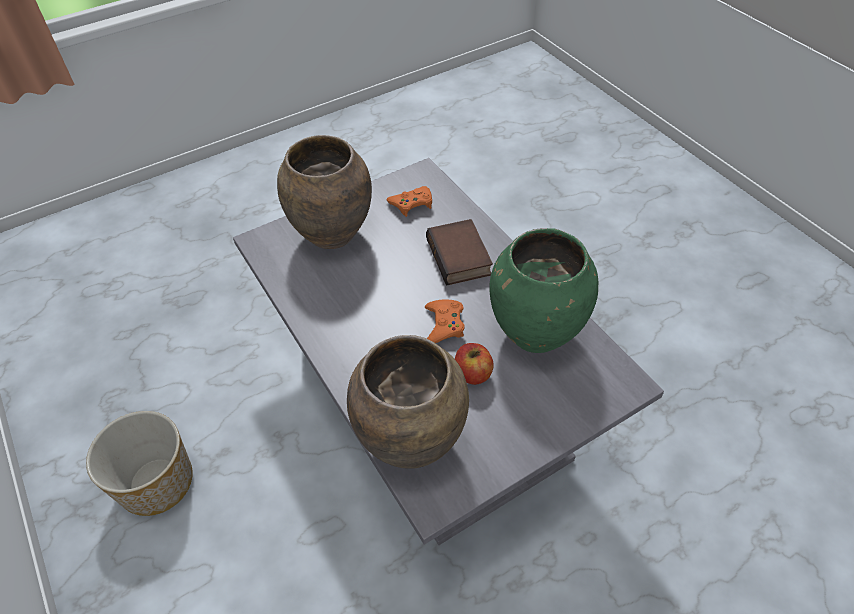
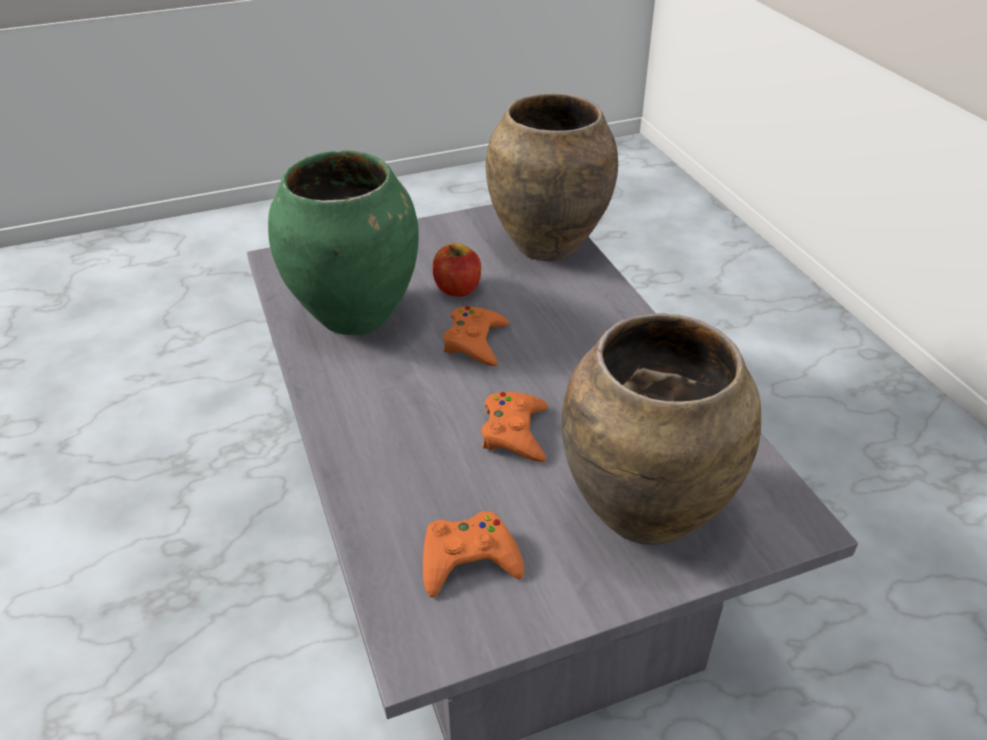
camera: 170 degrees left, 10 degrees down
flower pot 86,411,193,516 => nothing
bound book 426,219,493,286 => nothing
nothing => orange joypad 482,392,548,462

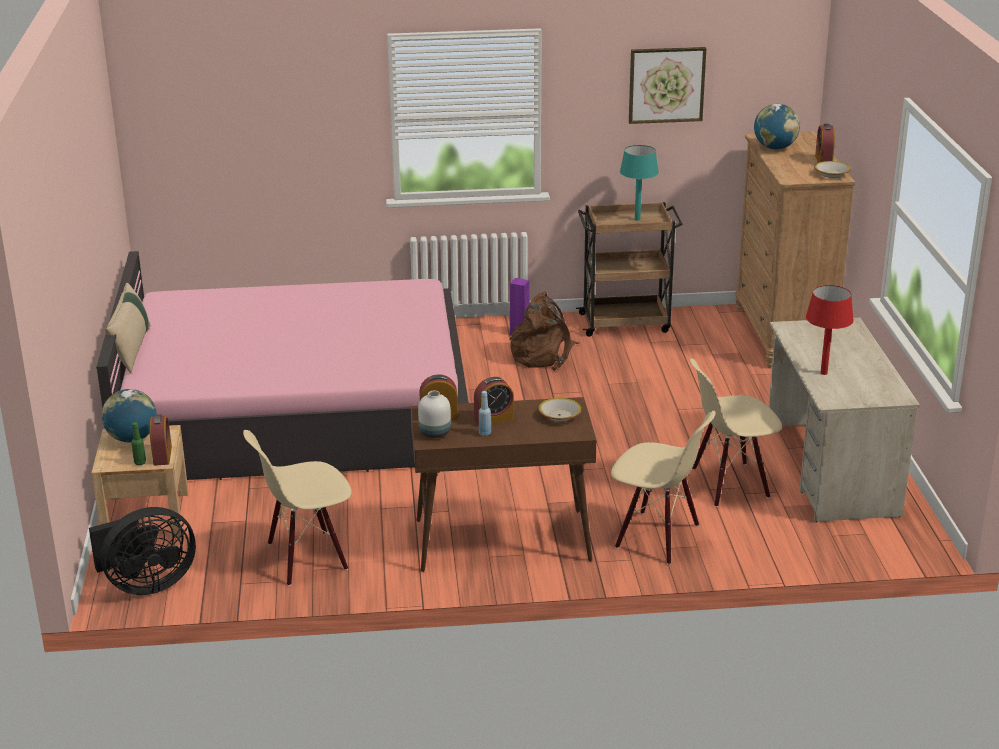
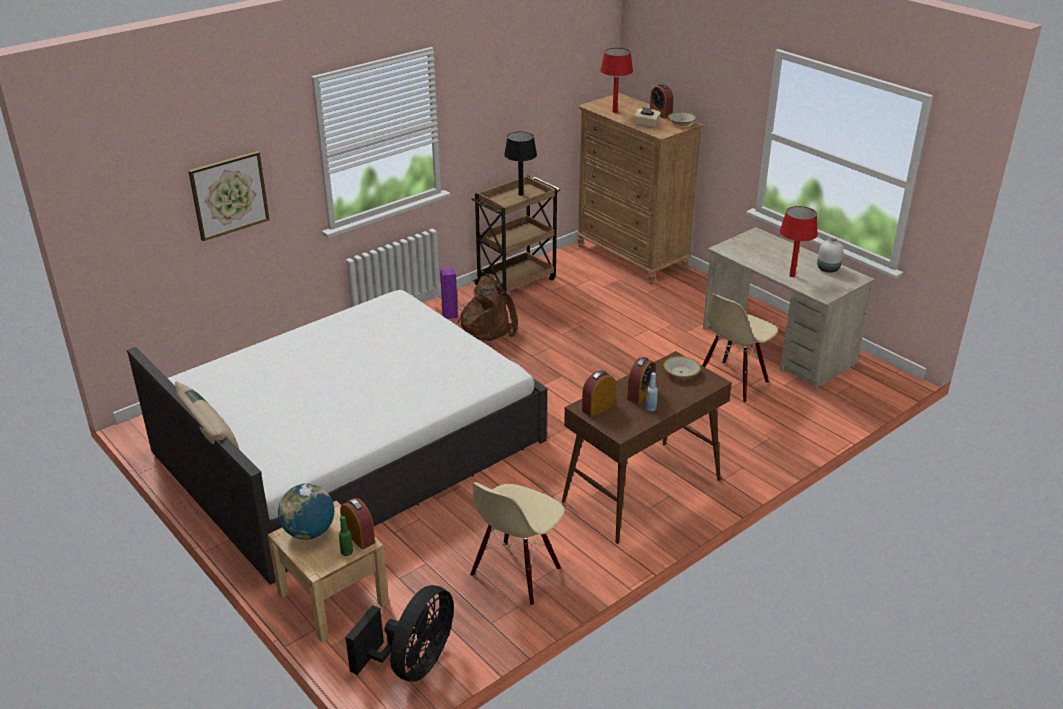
camera: 35 degrees left, 5 degrees up
pinkish sleeping bed 96,251,469,480 => white sleeping bed 127,290,548,585
white vase 418,391,451,438 => white vase 817,238,844,273, move
beige upright chair 611,411,716,565 => nothing
turquoise-coloured tabletop lamp 620,145,659,221 => blackish tabletop lamp 504,132,537,196
picture 629,47,706,124 => picture 188,151,270,241, move
desk globe 754,104,800,149 => reddish tabletop lamp 600,48,633,113
nothing => beige box of tissues 634,107,661,128

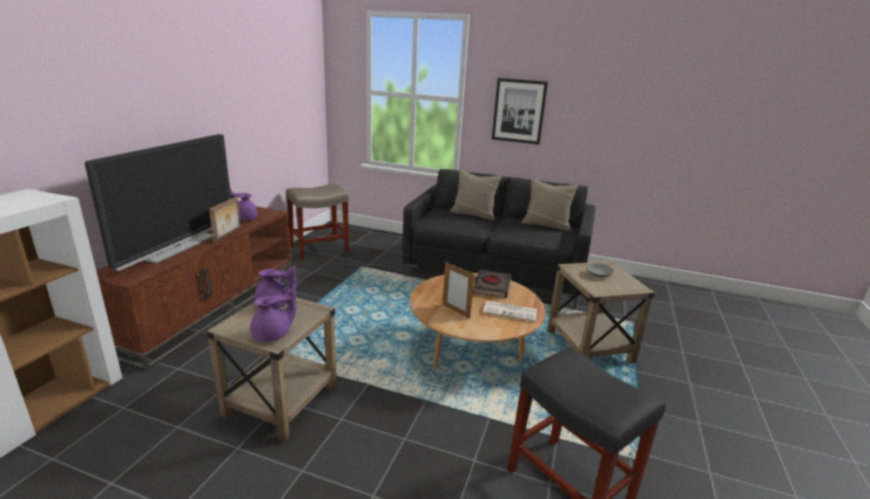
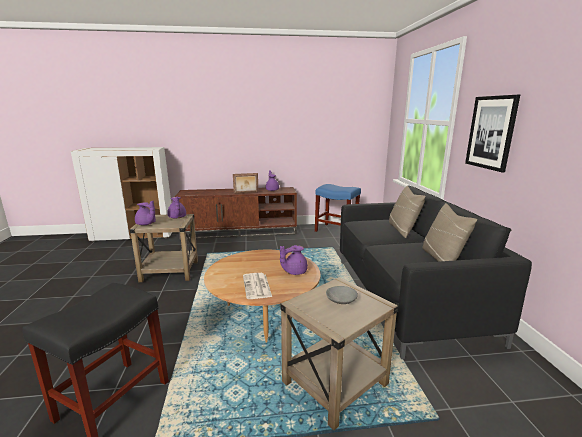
camera: 65 degrees right, 5 degrees down
TV 85,134,231,271 => nothing
beige sitting stool 286,184,349,260 => blue sitting stool 315,184,361,232
standing frame 442,262,474,319 => nothing
blackish bound book 473,269,511,298 => purplish teapot 280,245,308,275

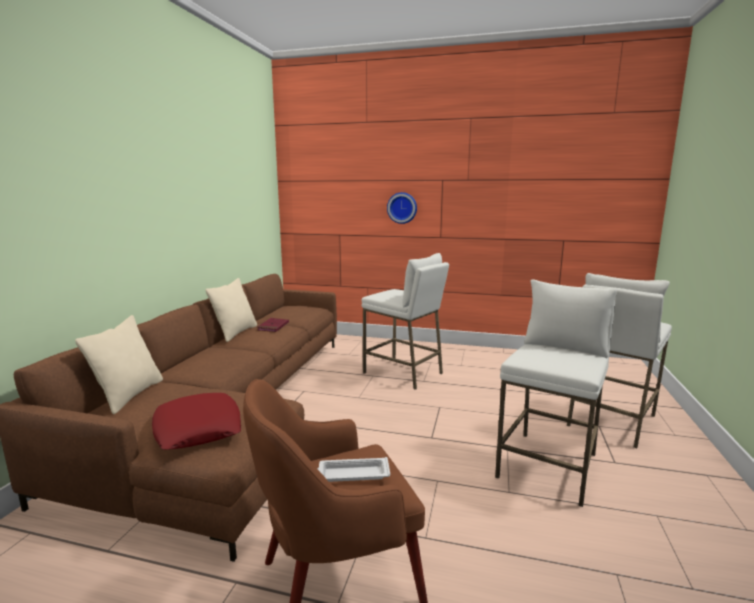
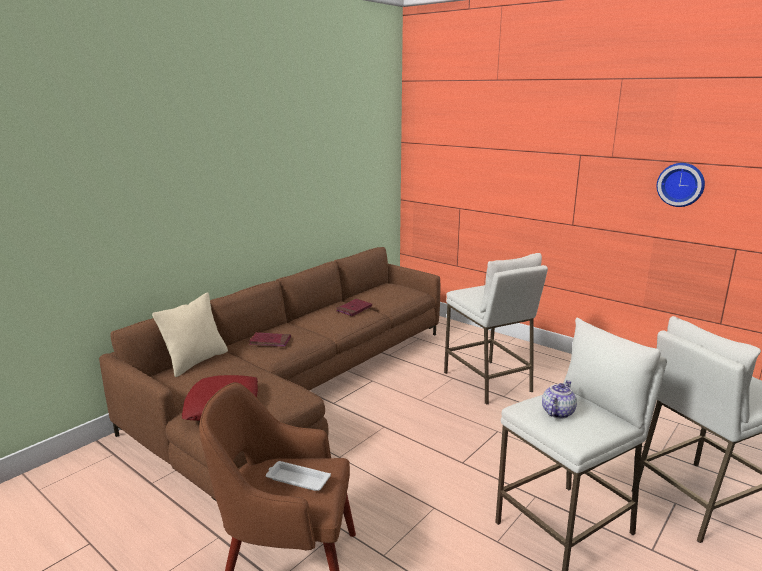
camera: 25 degrees right, 5 degrees up
beige throw pillow 205,278,257,342 => nothing
hanging clock 387,192,417,224 => hanging clock 657,163,705,207, move
nothing => reddish bound book 249,332,291,347
nothing => teapot 542,380,577,418

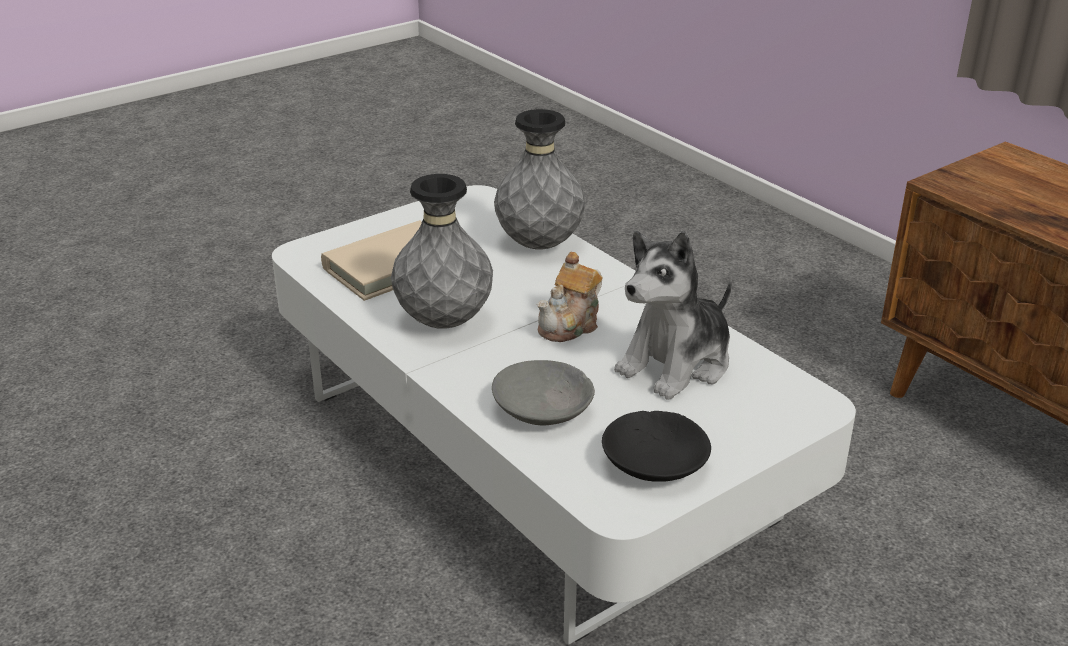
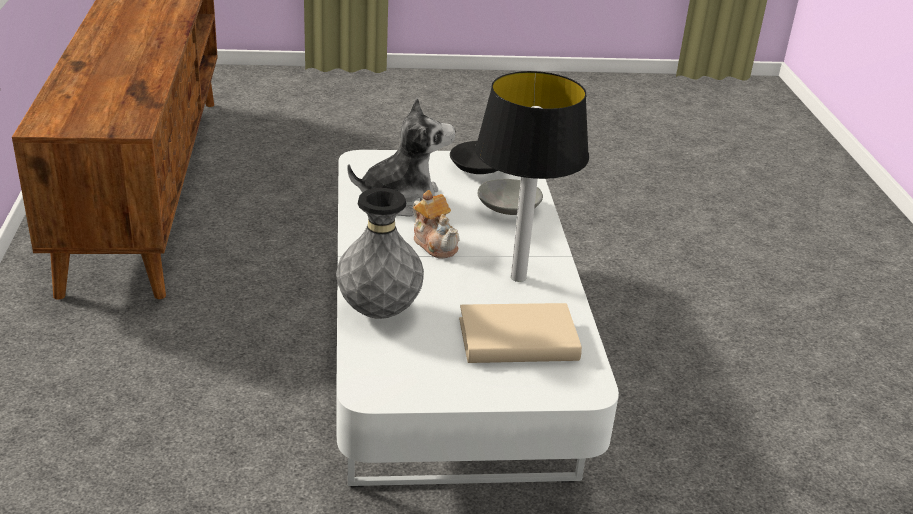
camera: 150 degrees left, 0 degrees up
gray vase 391,174,493,329 => tabletop lamp 475,71,589,282
teapot 537,252,602,342 => teapot 413,190,460,259, 75 degrees clockwise

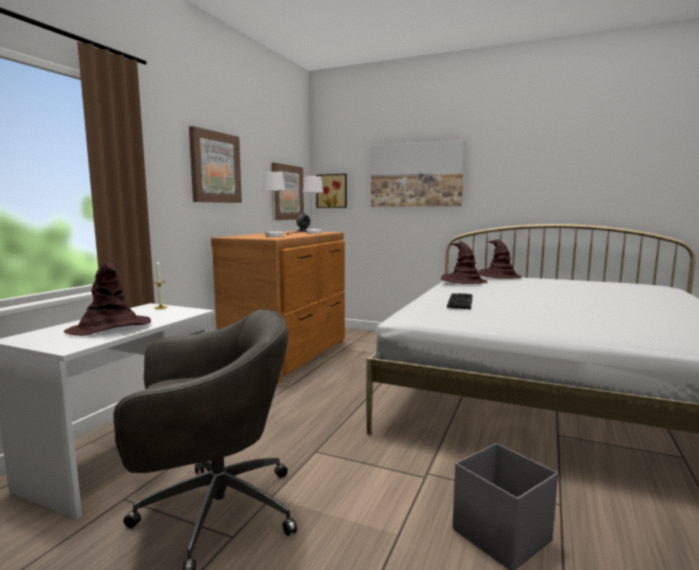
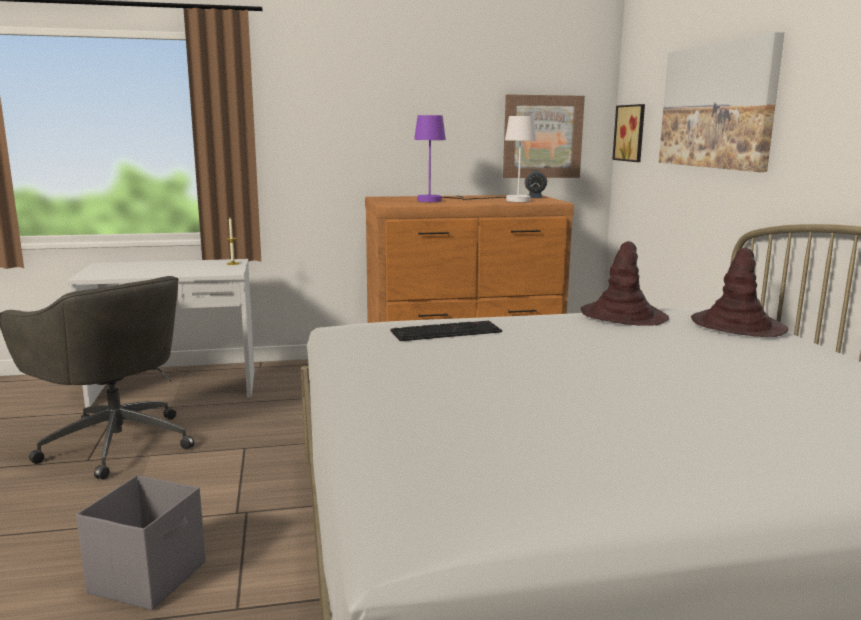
camera: 55 degrees right, 5 degrees up
brown-coloured clothing hat 64,262,151,336 => nothing
picture 189,126,242,203 => nothing
white tabletop lamp 262,172,285,237 => purplish tabletop lamp 414,115,464,202

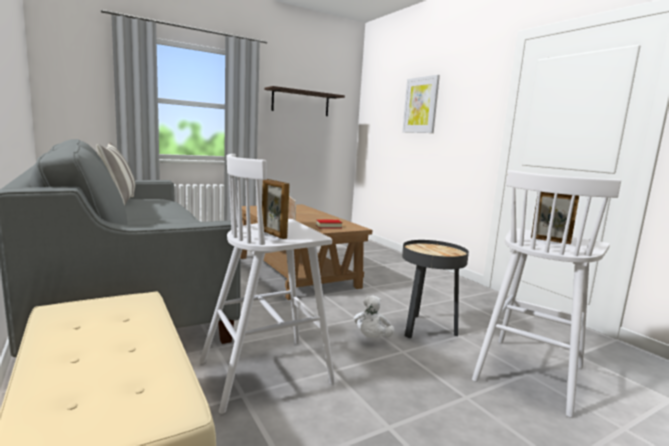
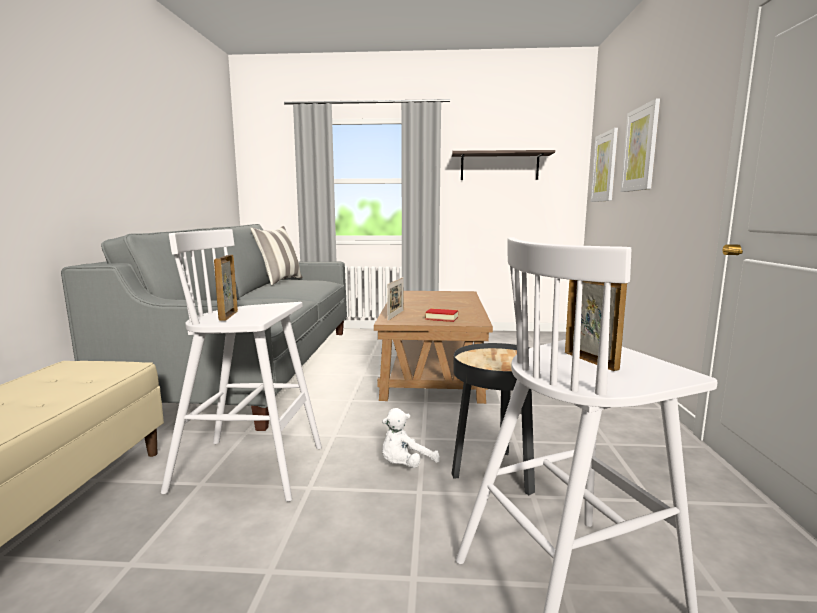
camera: 35 degrees right, 0 degrees up
nothing => picture 590,128,618,202

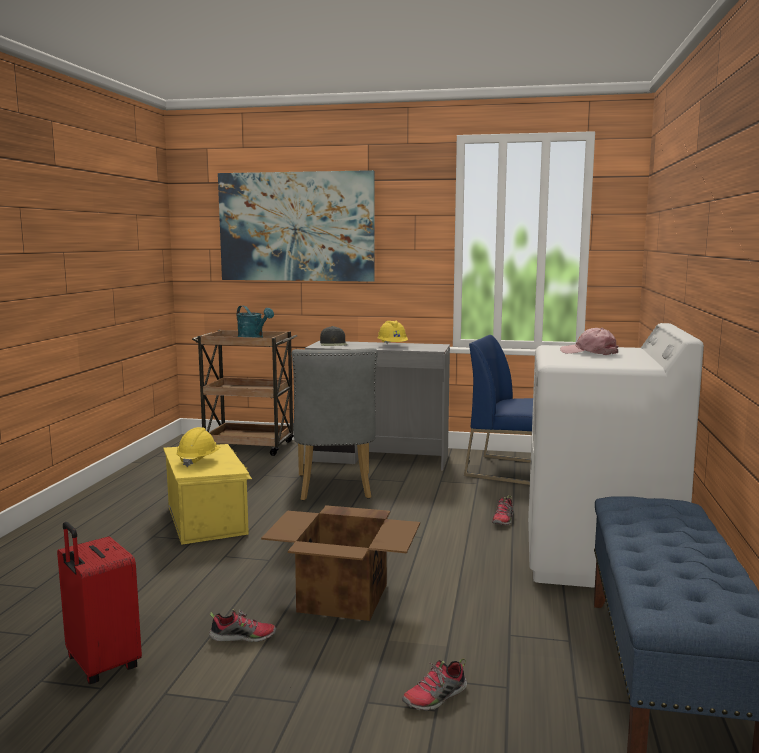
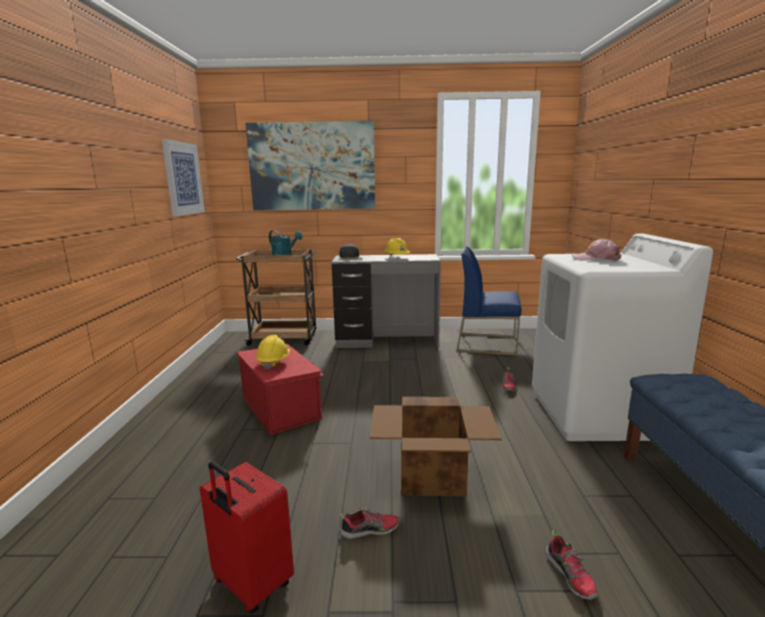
camera: 10 degrees left, 5 degrees up
yellow-coloured storage box 163,444,252,545 => reddish storage box 237,344,324,435
gray upright chair 292,348,377,501 => nothing
item of footwear 402,658,467,711 => item of footwear 545,530,599,600, 60 degrees counterclockwise
nothing => picture 162,139,205,216

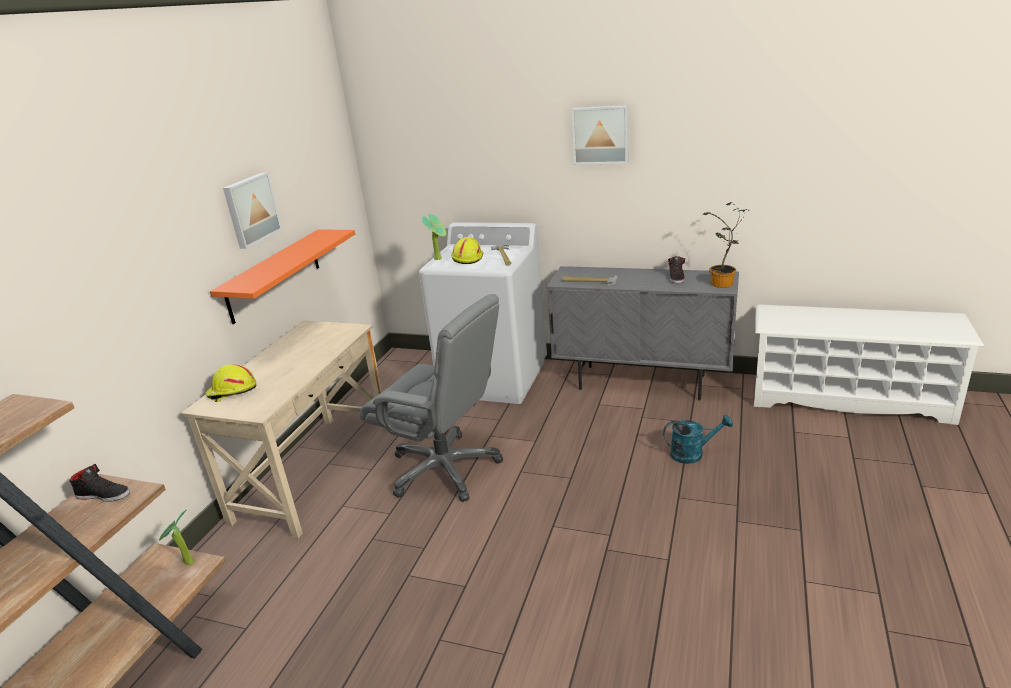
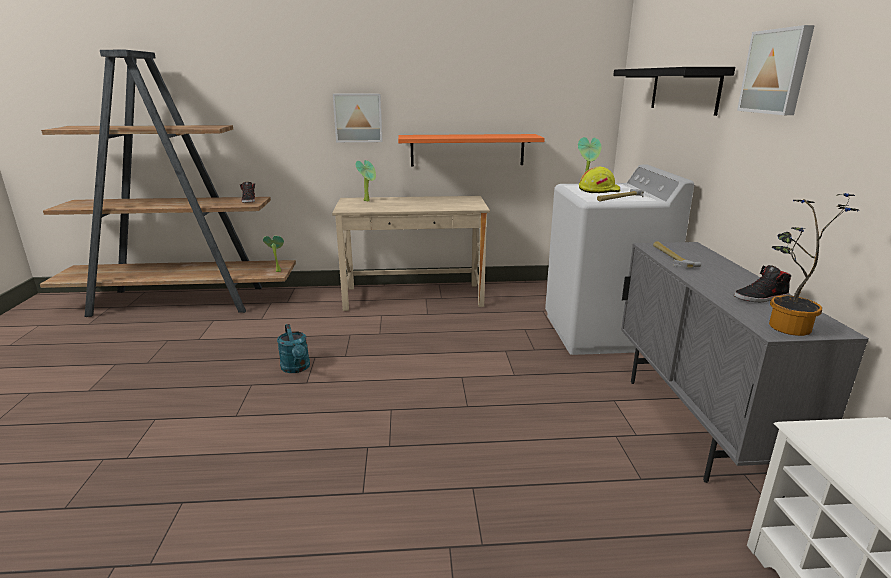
camera: 65 degrees right, 5 degrees down
yellow-coloured work helmet 205,364,256,402 => houseplant 356,160,376,202
picture 223,172,282,249 => picture 333,93,383,142, move
gray office chair 360,294,503,502 => nothing
turquoise-coloured sprinkling can 663,415,733,464 => turquoise-coloured sprinkling can 277,324,310,373, move
nothing => blackish bracket shelf 613,67,735,116

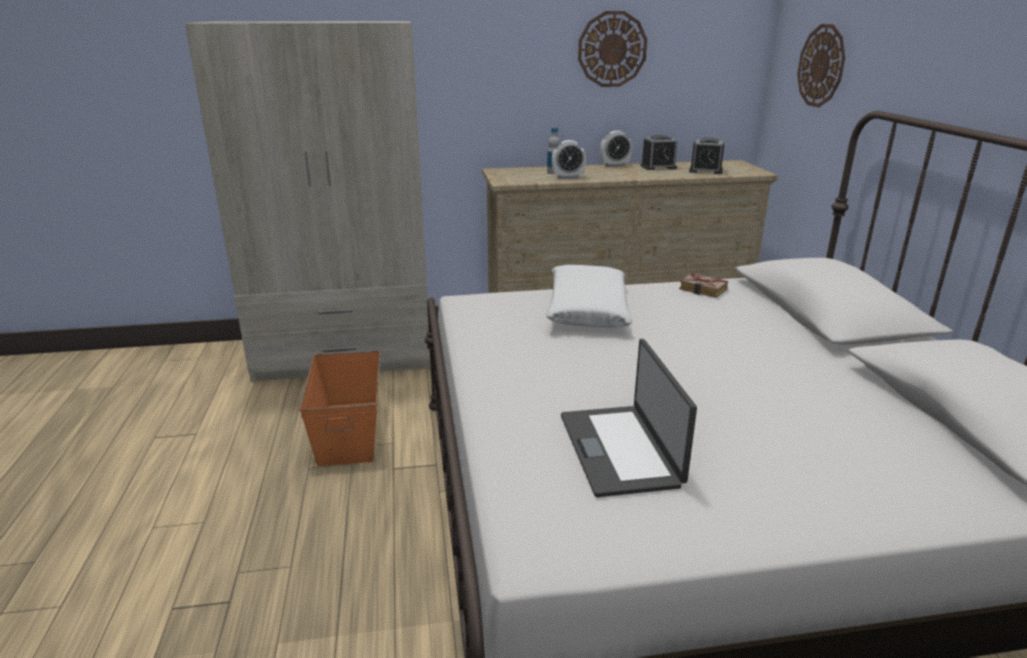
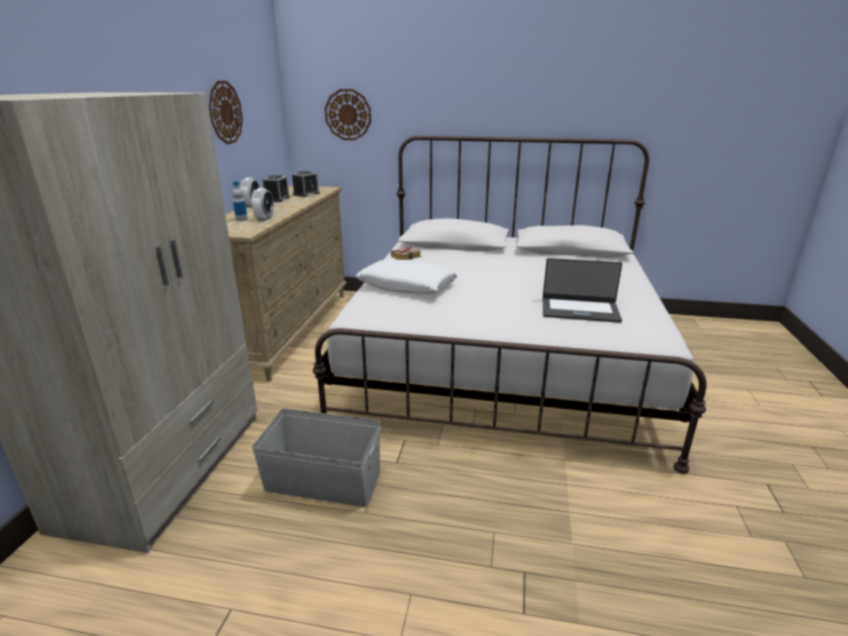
camera: 70 degrees left, 0 degrees up
orange storage box 299,350,381,466 => gray storage box 252,408,381,507

